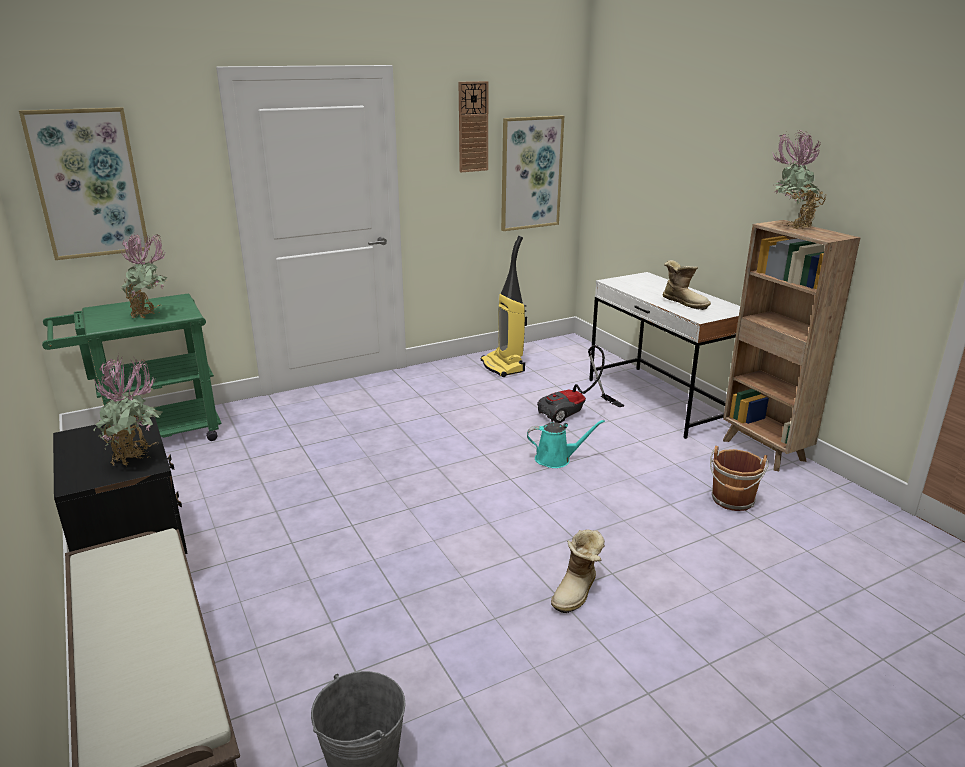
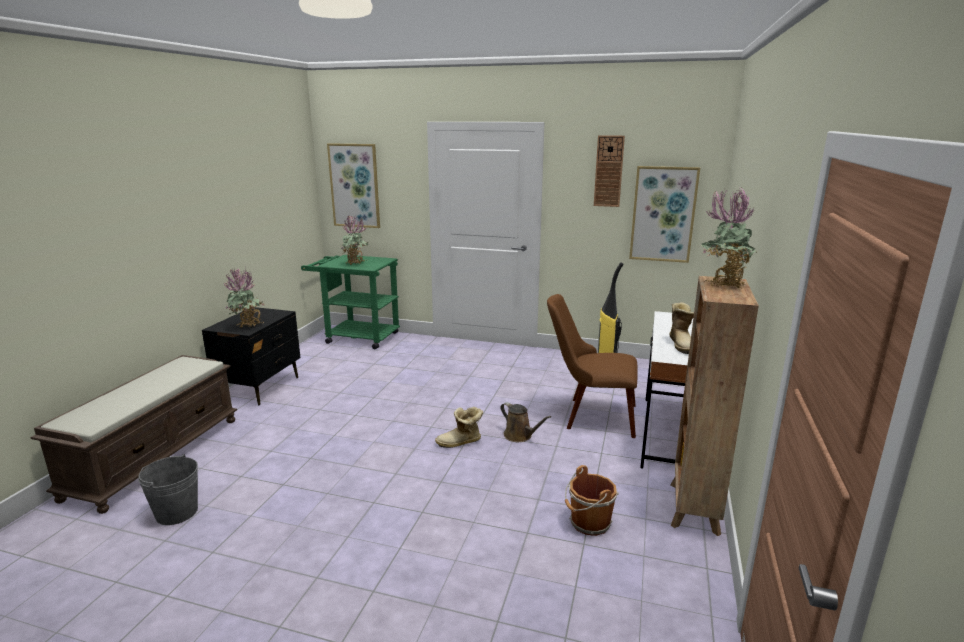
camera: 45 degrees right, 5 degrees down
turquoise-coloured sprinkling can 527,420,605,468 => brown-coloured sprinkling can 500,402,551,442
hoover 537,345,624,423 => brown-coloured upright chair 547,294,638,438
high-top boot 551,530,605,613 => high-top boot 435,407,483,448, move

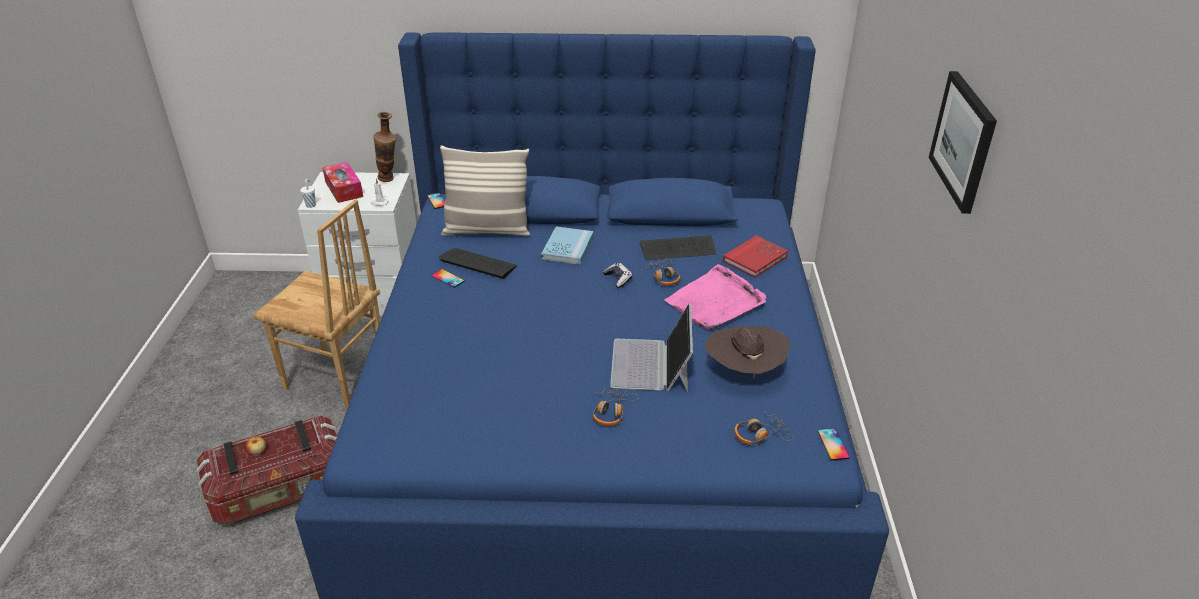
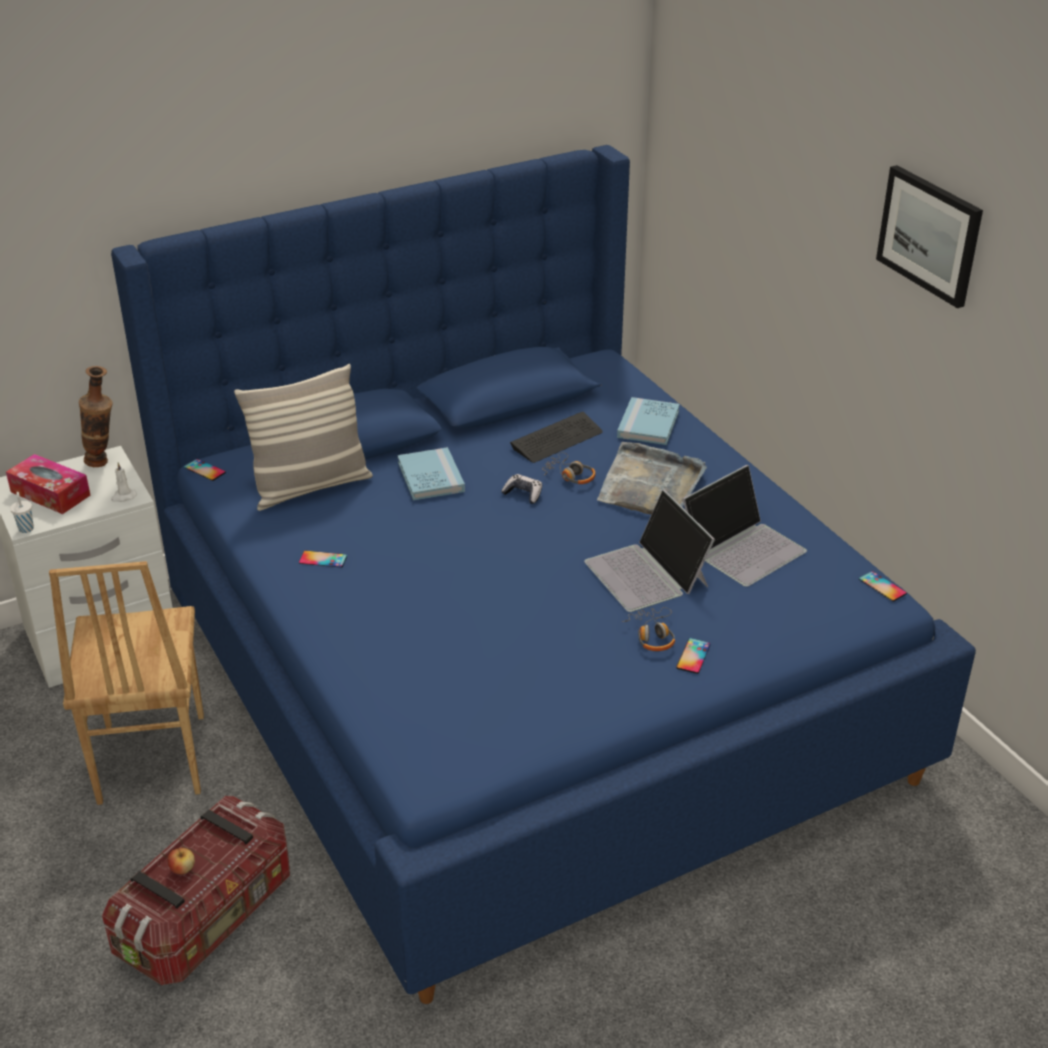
camera: 30 degrees left, 0 degrees up
brown-coloured upright chair 253,200,380,408 => brown-coloured upright chair 49,561,204,805, 90 degrees clockwise
PC keyboard 439,248,517,279 => nothing
pinkish carrying tray 664,264,766,330 => gray carrying tray 597,442,707,515
brown-coloured clothing hat 705,326,790,378 => laptop 683,465,807,587
reddish bound book 723,236,788,278 => blue bound book 617,397,680,445
headset 734,412,794,445 => nothing
nothing => telephone 676,638,711,674

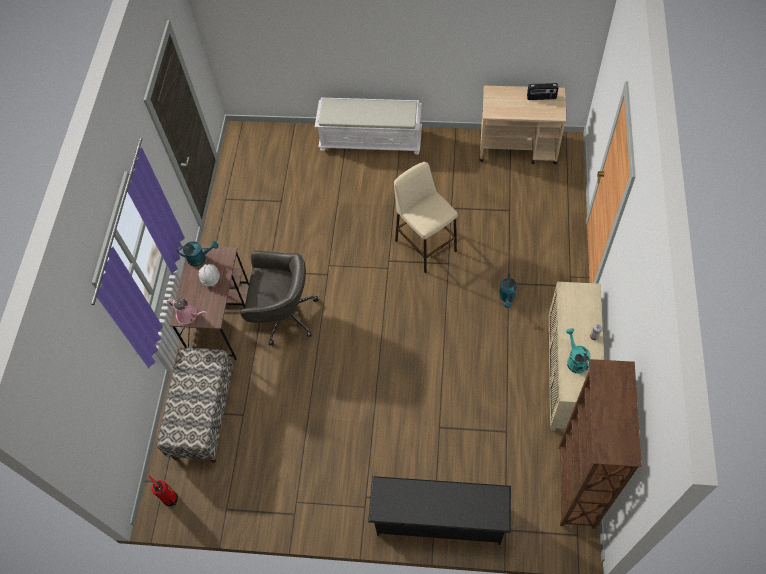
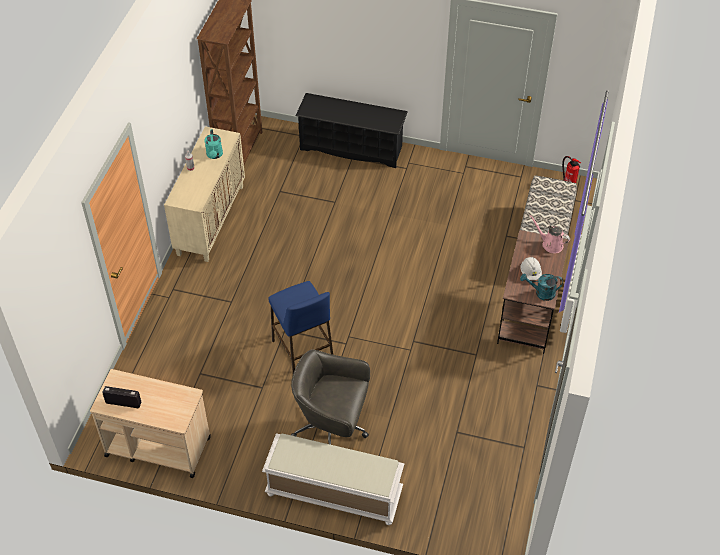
camera: 175 degrees left, 10 degrees down
gray office chair 240,251,319,346 => gray office chair 291,349,370,445, move
beige sitting stool 394,162,458,273 => blue sitting stool 269,281,333,373
turquoise-coloured sprinkling can 499,273,517,308 => nothing

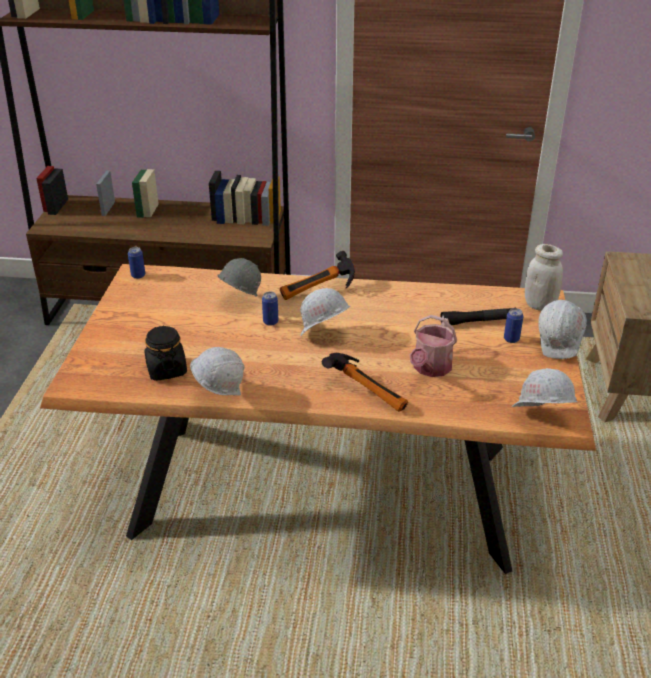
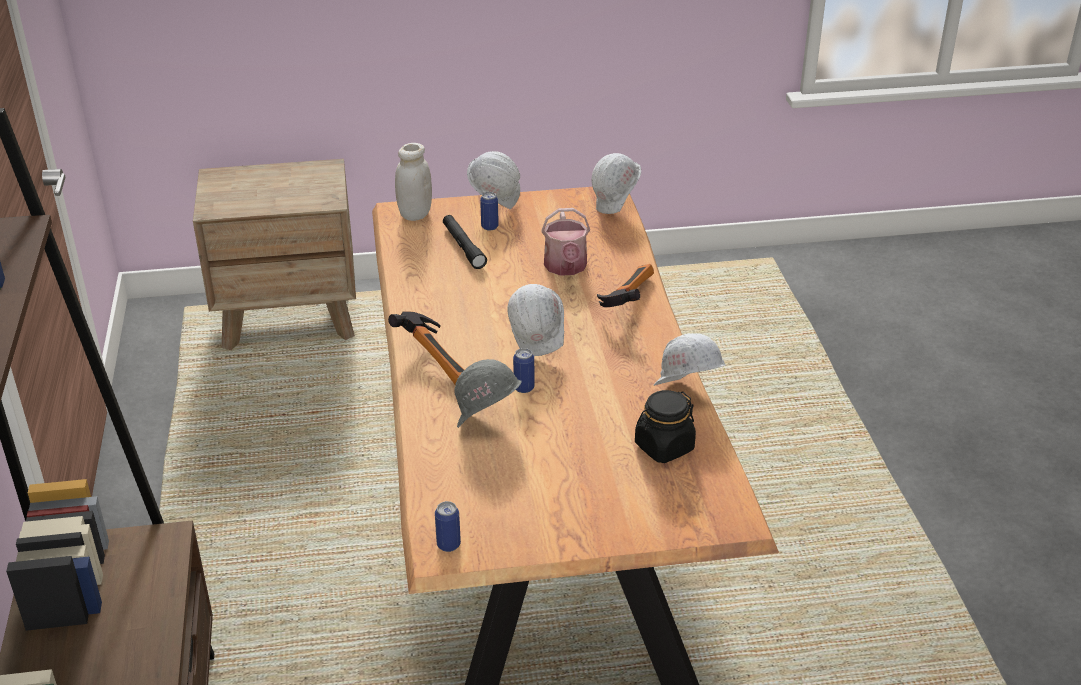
camera: 105 degrees left, 0 degrees up
sprinkling can 410,315,457,377 => sprinkling can 541,208,590,276, 75 degrees clockwise

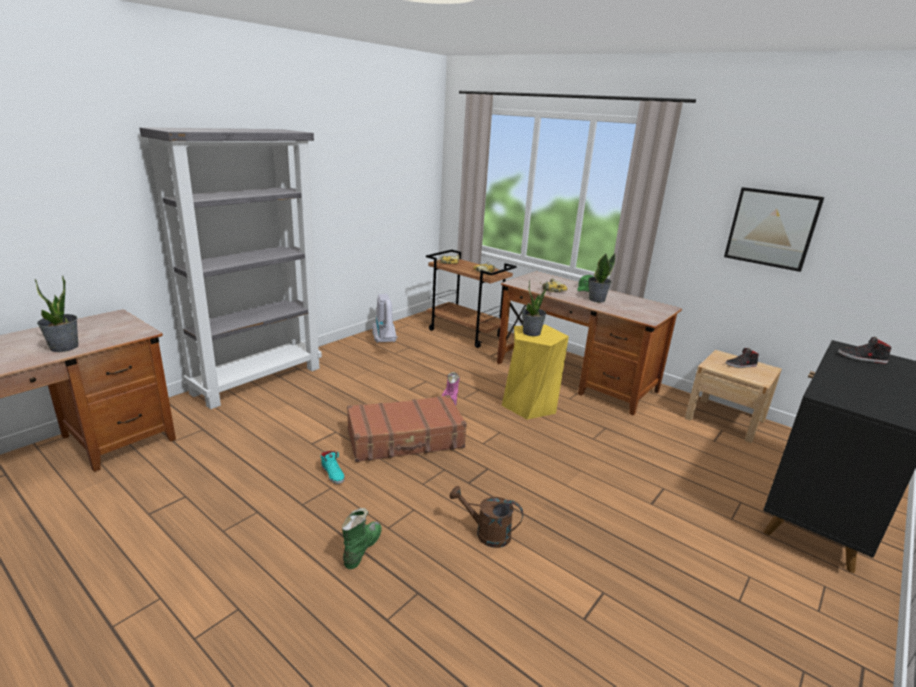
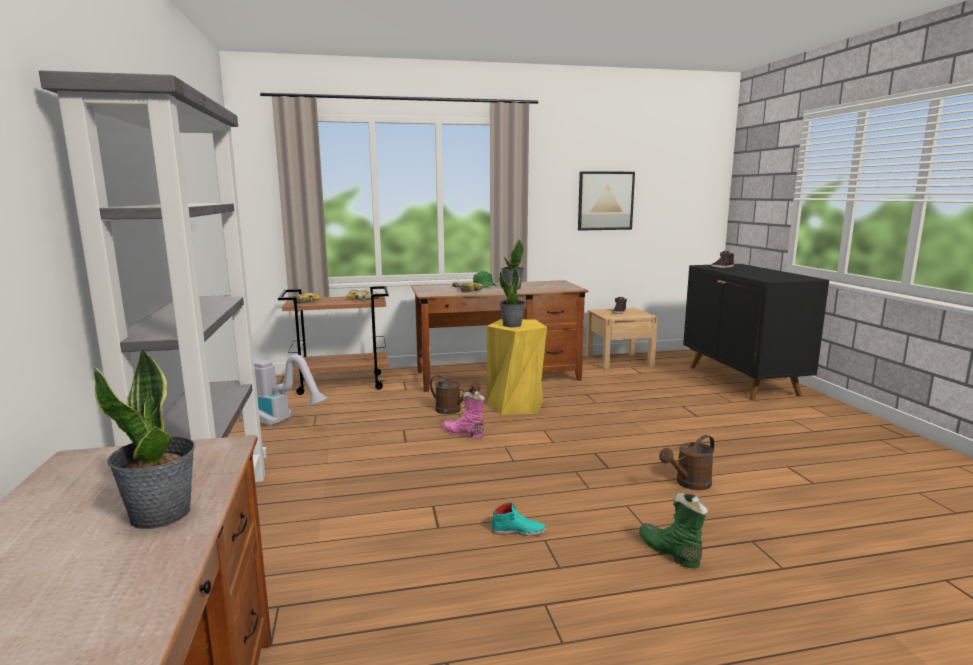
camera: 50 degrees left, 10 degrees down
brown-coloured piece of luggage 347,395,467,462 => nothing
nothing => brown-coloured sprinkling can 430,375,481,414

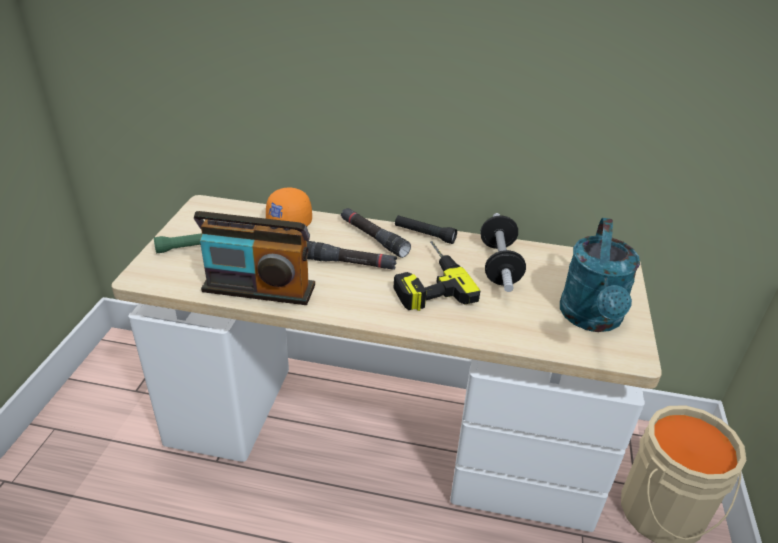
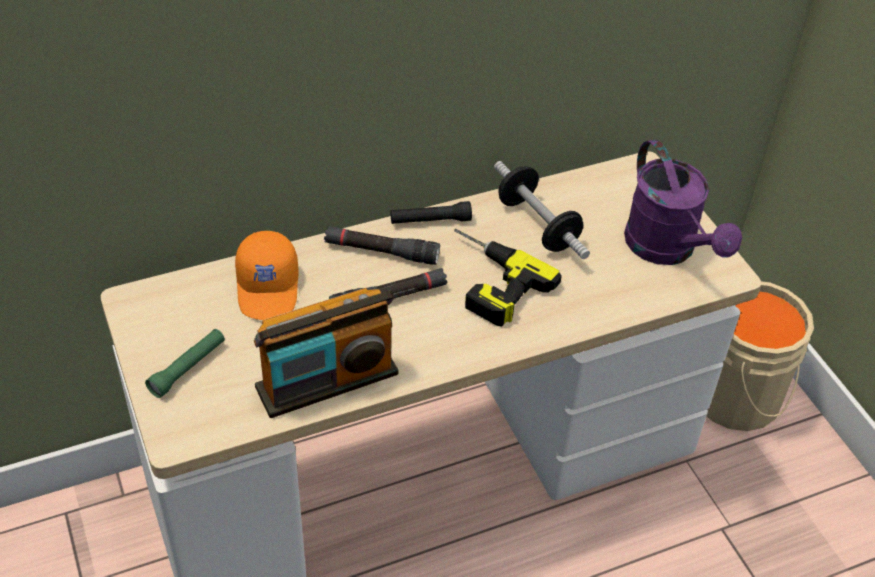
camera: 35 degrees left, 10 degrees up
turquoise-coloured sprinkling can 560,218,640,332 => purplish sprinkling can 624,139,742,265

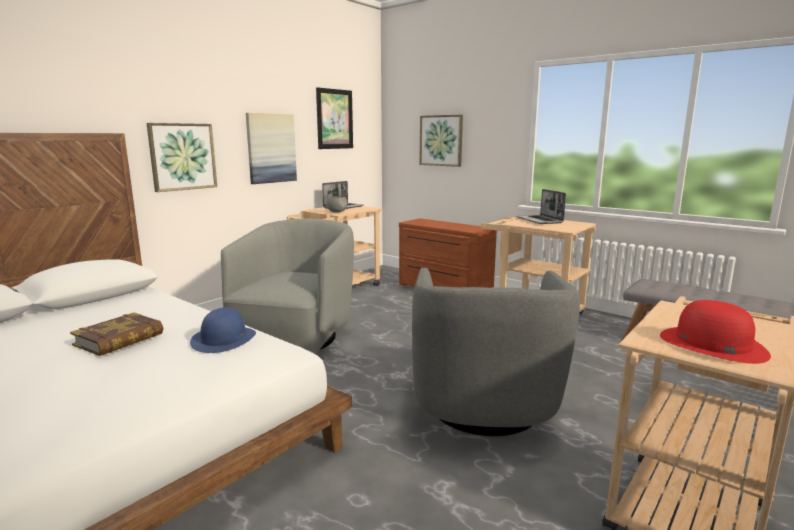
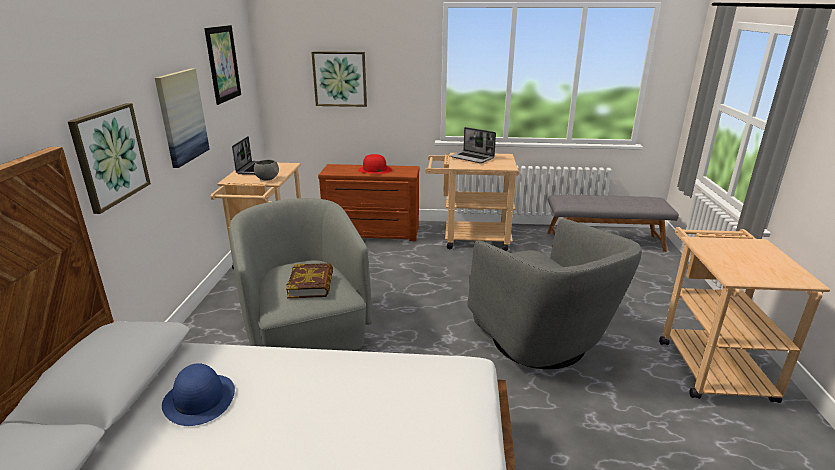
camera: 35 degrees left, 10 degrees up
bound book 70,312,163,356 => bound book 286,263,333,299, move
blue clothing hat 190,307,256,353 => blue clothing hat 162,363,235,426, move
reddish clothing hat 660,300,771,364 => reddish clothing hat 358,154,392,174, move

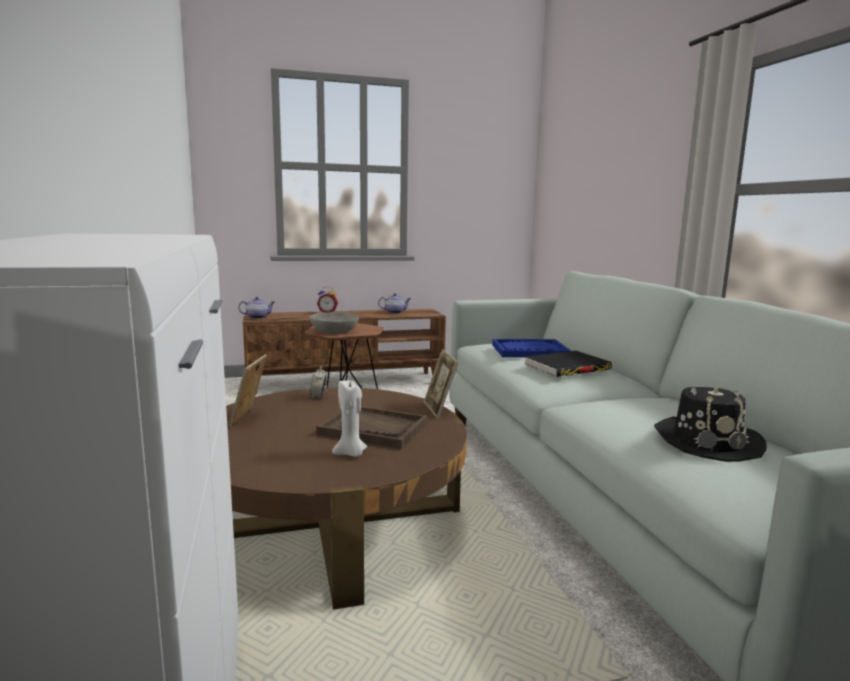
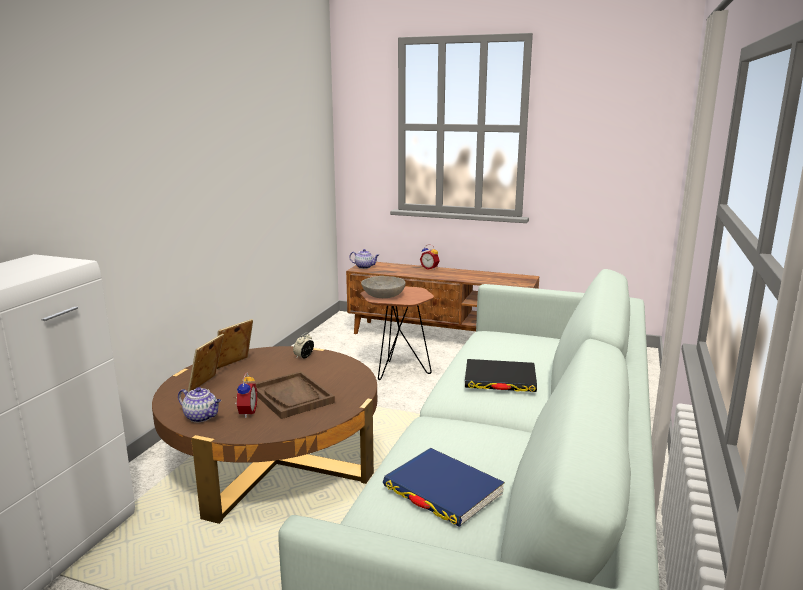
camera: 35 degrees right, 5 degrees up
white wax light 332,380,367,457 => alarm clock 235,372,257,418
teapot 378,293,411,314 => teapot 178,387,221,422, move
standing frame 424,349,458,419 => standing frame 188,334,224,392, move
blue carrying tray 492,339,571,358 => nothing
blackish clothing hat 654,384,766,462 => blue bound book 383,448,505,527

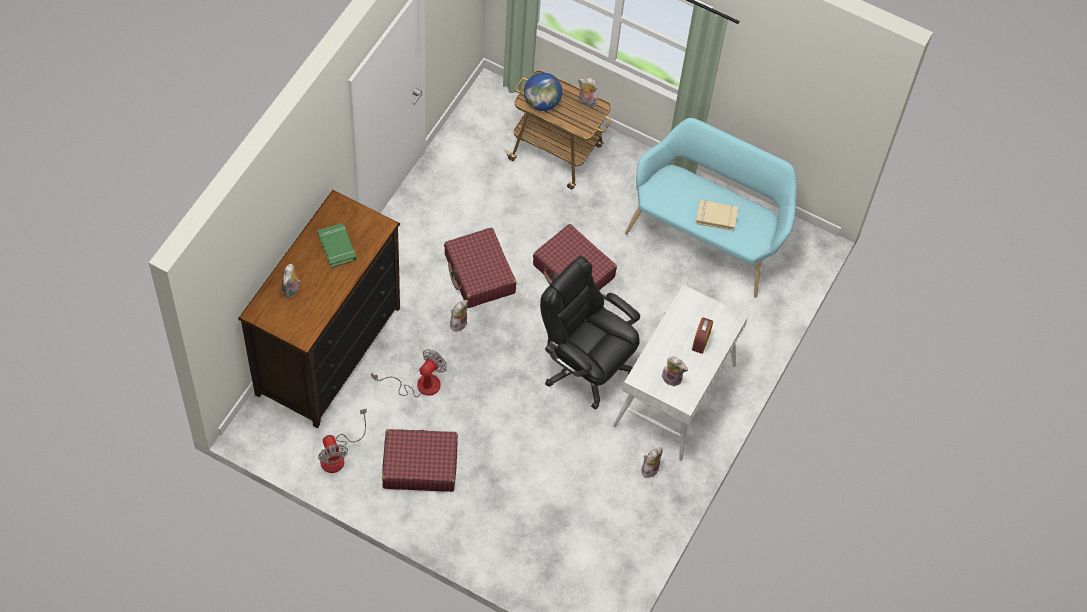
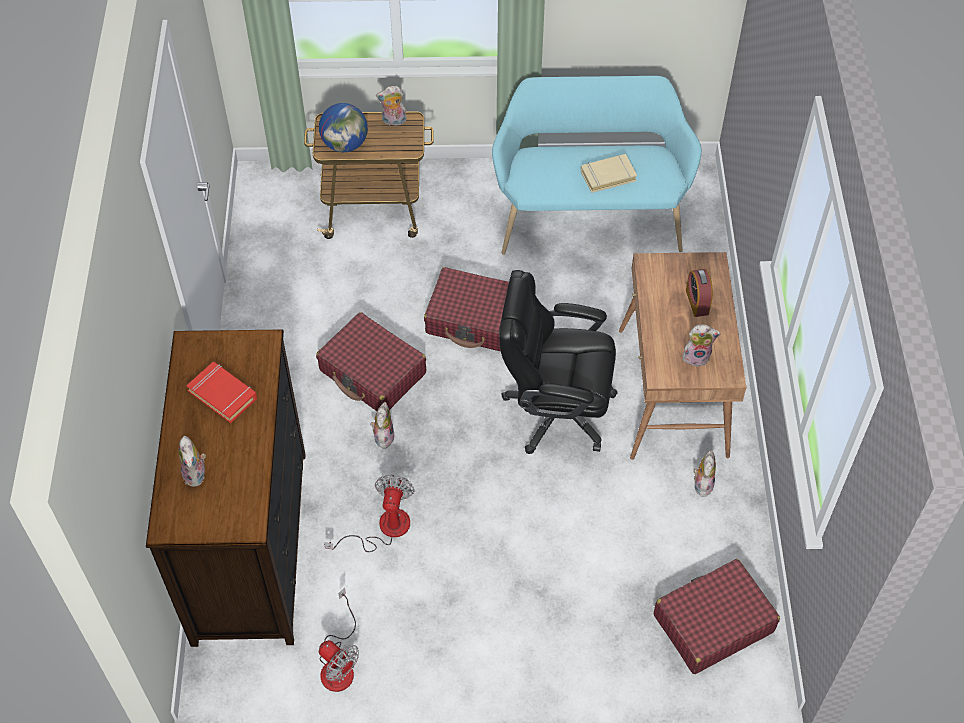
camera: 25 degrees left, 5 degrees down
greenish bound book 317,223,356,268 => reddish bound book 186,362,257,423
reddish piece of luggage 382,429,458,492 => reddish piece of luggage 654,559,780,674, move
white desk table 613,284,748,461 => brown-coloured desk table 619,252,746,460

